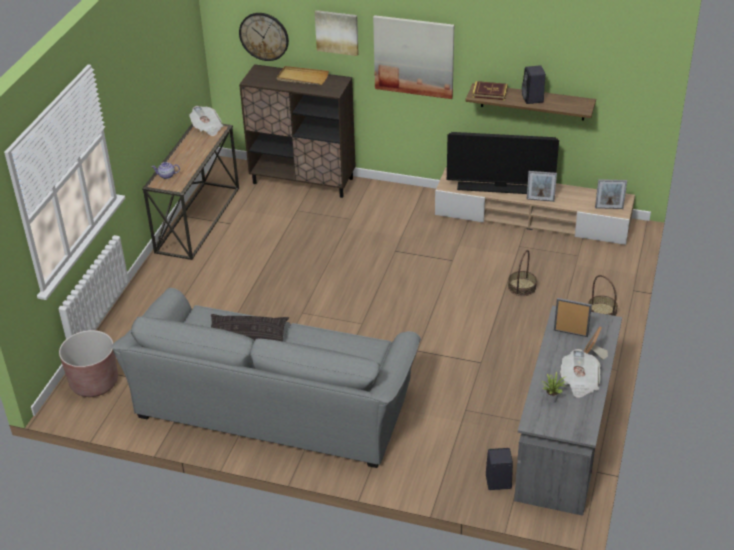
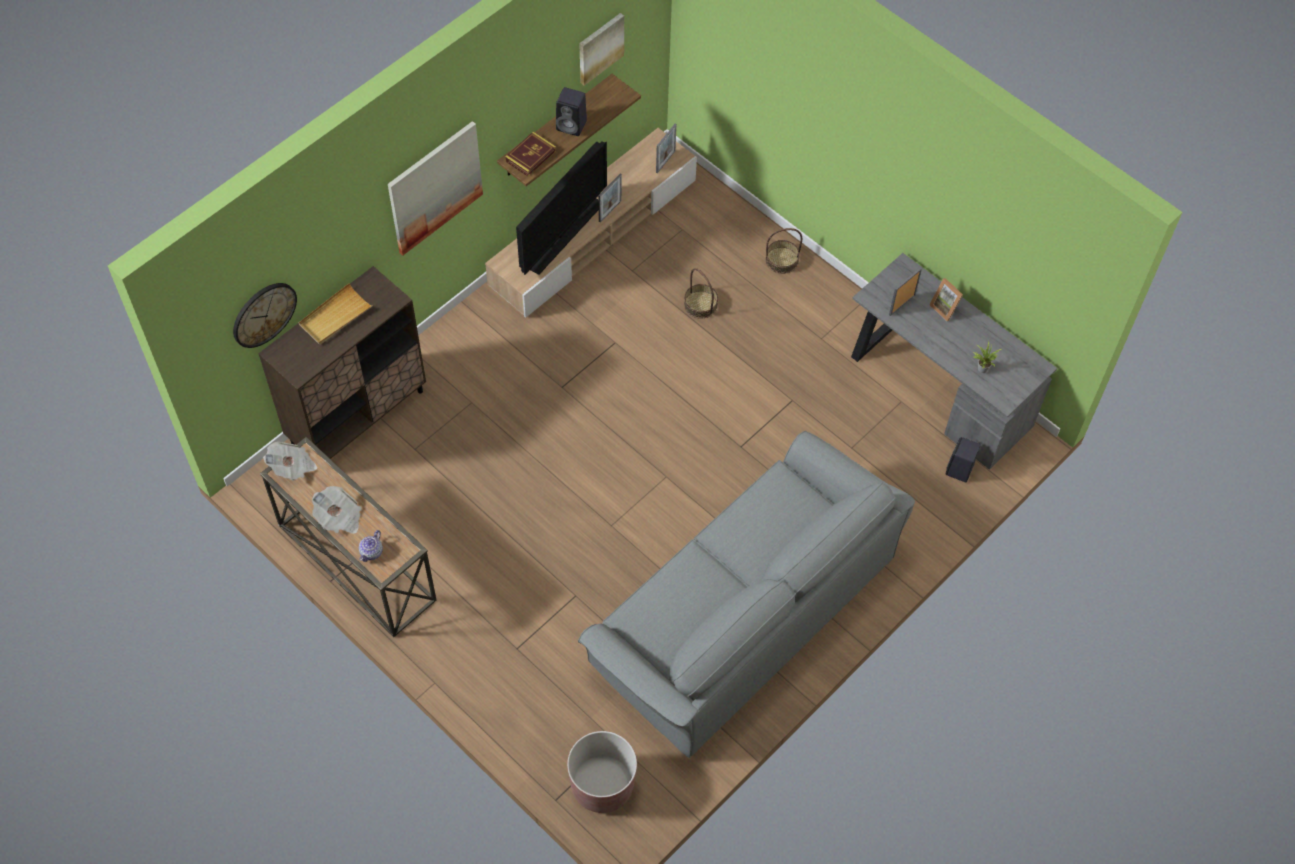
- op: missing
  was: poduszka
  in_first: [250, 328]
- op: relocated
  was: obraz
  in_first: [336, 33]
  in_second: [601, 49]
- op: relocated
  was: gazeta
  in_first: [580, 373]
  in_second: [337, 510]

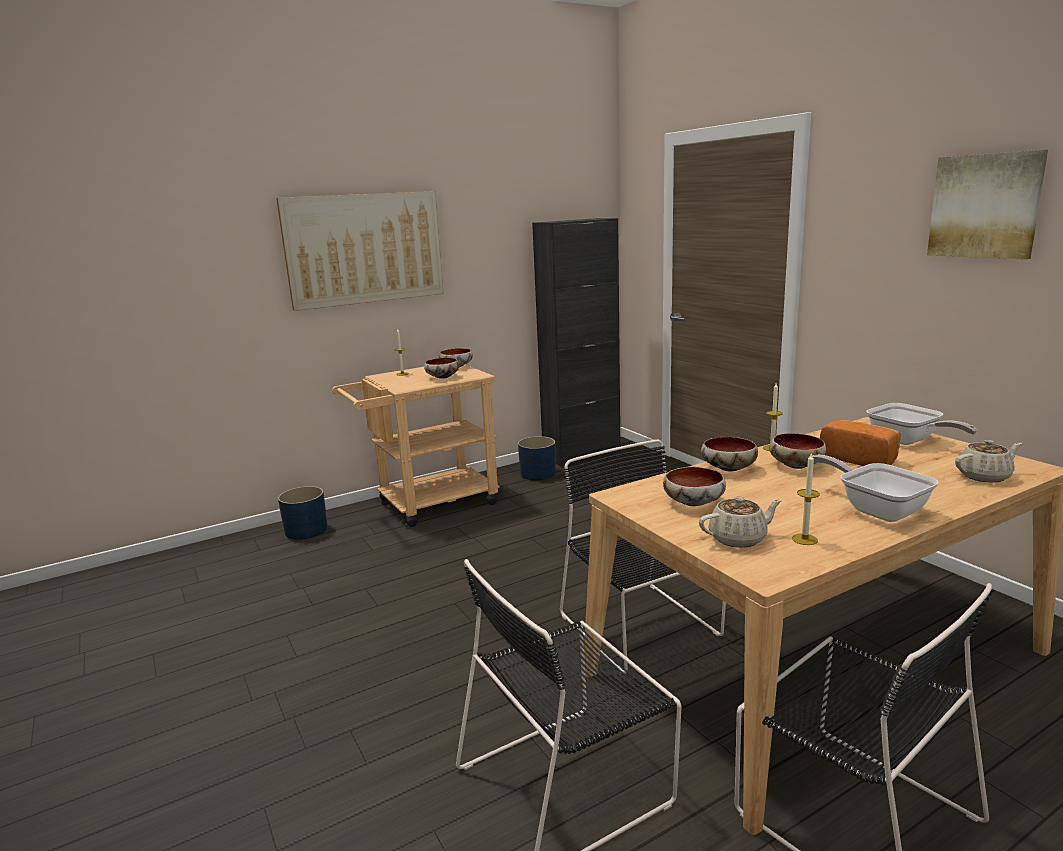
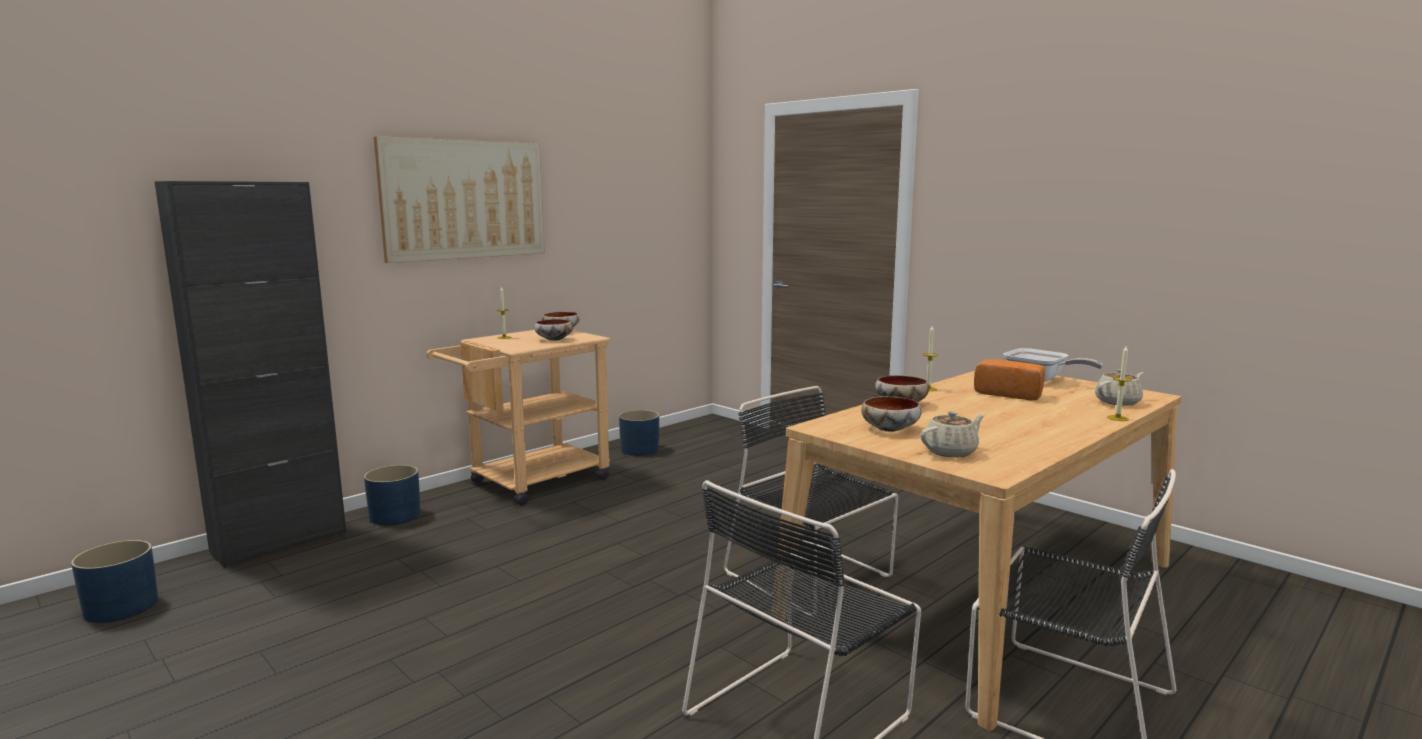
- op: missing
  was: miska
  in_first: [797, 451]
- op: missing
  was: patelnia
  in_first: [875, 488]
- op: missing
  was: obraz
  in_first: [987, 205]
- op: appeared
  now: donica/niebieski
  in_second: [114, 581]
- op: relocated
  was: szafka/czarny
  in_first: [576, 342]
  in_second: [250, 374]
- op: relocated
  was: świeca
  in_first: [806, 499]
  in_second: [1119, 383]

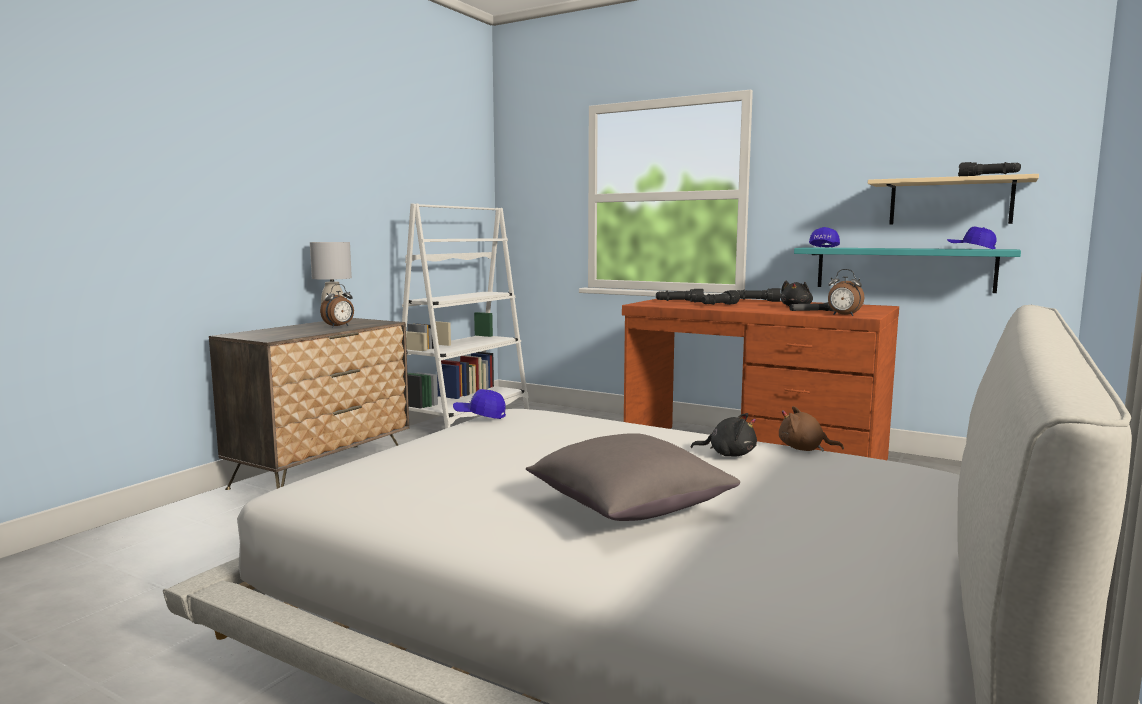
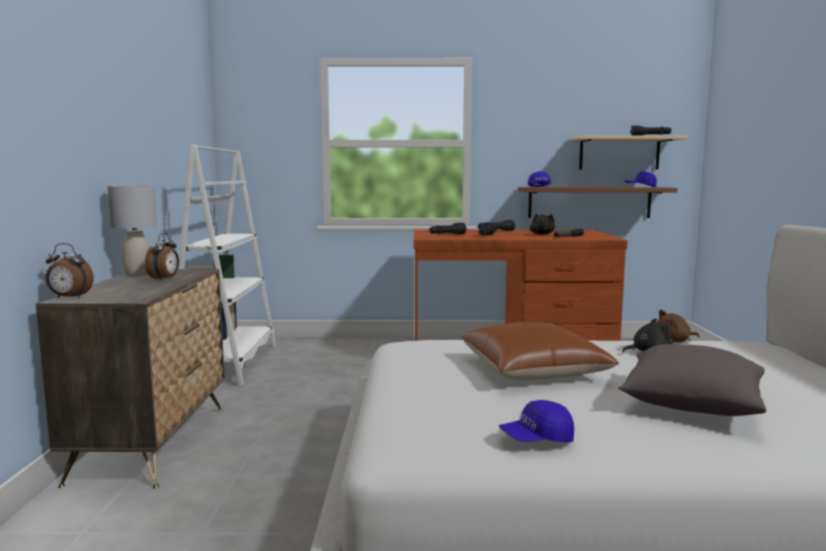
- op: appeared
  now: poduszka/brązowy
  in_second: [540, 351]
- op: relocated
  was: czapka z daszkiem/niebieski
  in_first: [479, 404]
  in_second: [536, 421]
- op: relocated
  was: budzik
  in_first: [846, 292]
  in_second: [70, 270]
- op: colour
  was: półka/turkusowy
  now: półka/brązowy
  in_first: [907, 270]
  in_second: [597, 202]

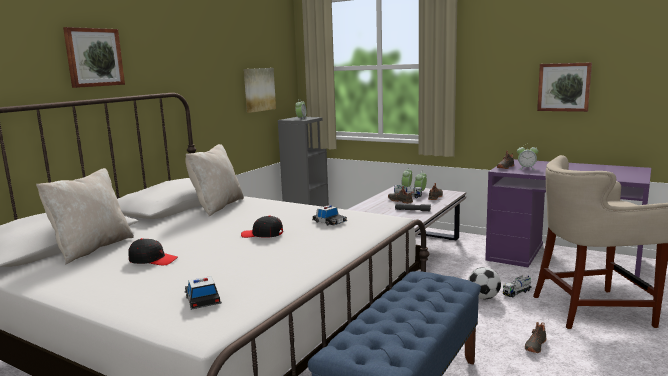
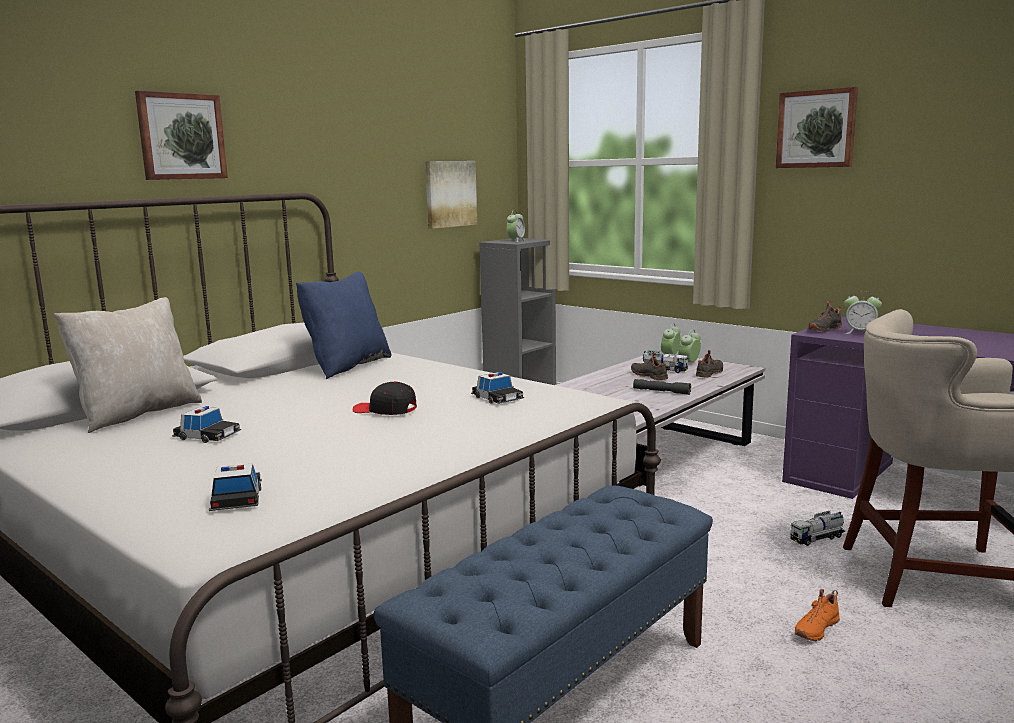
- op: missing
  was: piłka futbolowa
  in_first: [484, 283]
- op: relocated
  was: obraz
  in_first: [564, 87]
  in_second: [817, 127]
- op: exchanged
  was: czapka z daszkiem/czarny
  now: samochodzik
  in_first: [153, 251]
  in_second: [206, 424]
- op: colour
  was: poduszka/beżowy
  now: poduszka/niebieski
  in_first: [214, 180]
  in_second: [343, 325]
- op: colour
  was: but/czarny
  now: but/pomarańczowy
  in_first: [536, 337]
  in_second: [817, 615]

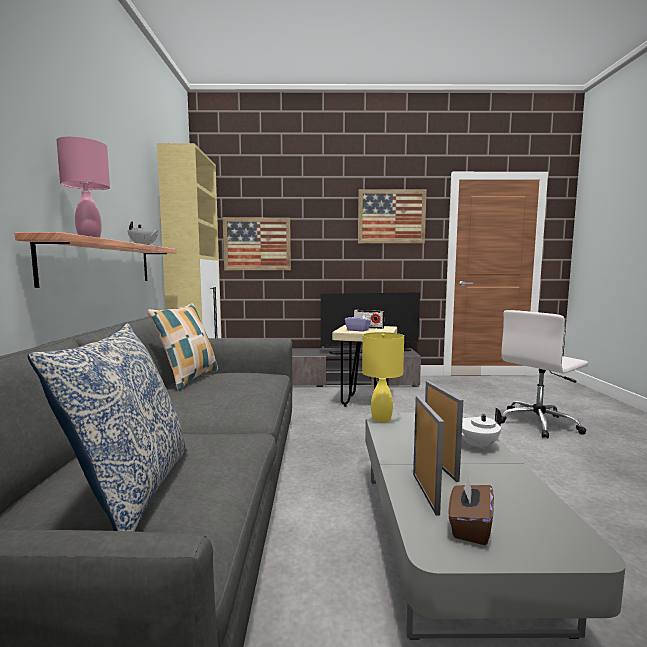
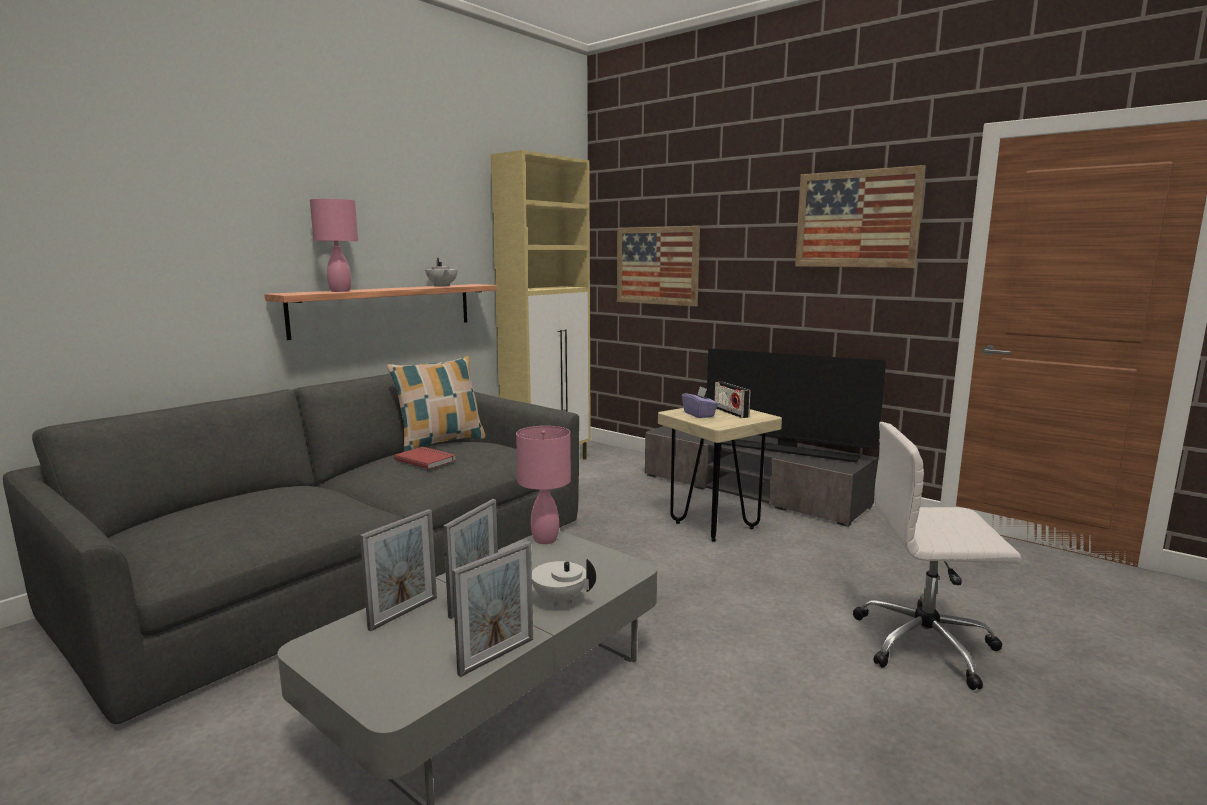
- op: missing
  was: poduszka
  in_first: [107, 427]
- op: missing
  was: pudełko chusteczek/brązowy
  in_first: [471, 510]
- op: appeared
  now: książka/czerwony
  in_second: [425, 458]
- op: appeared
  now: ramka na zdjęcie
  in_second: [492, 609]
- op: colour
  was: lampa stołowa/żółty
  now: lampa stołowa/różowy
  in_first: [383, 377]
  in_second: [543, 485]

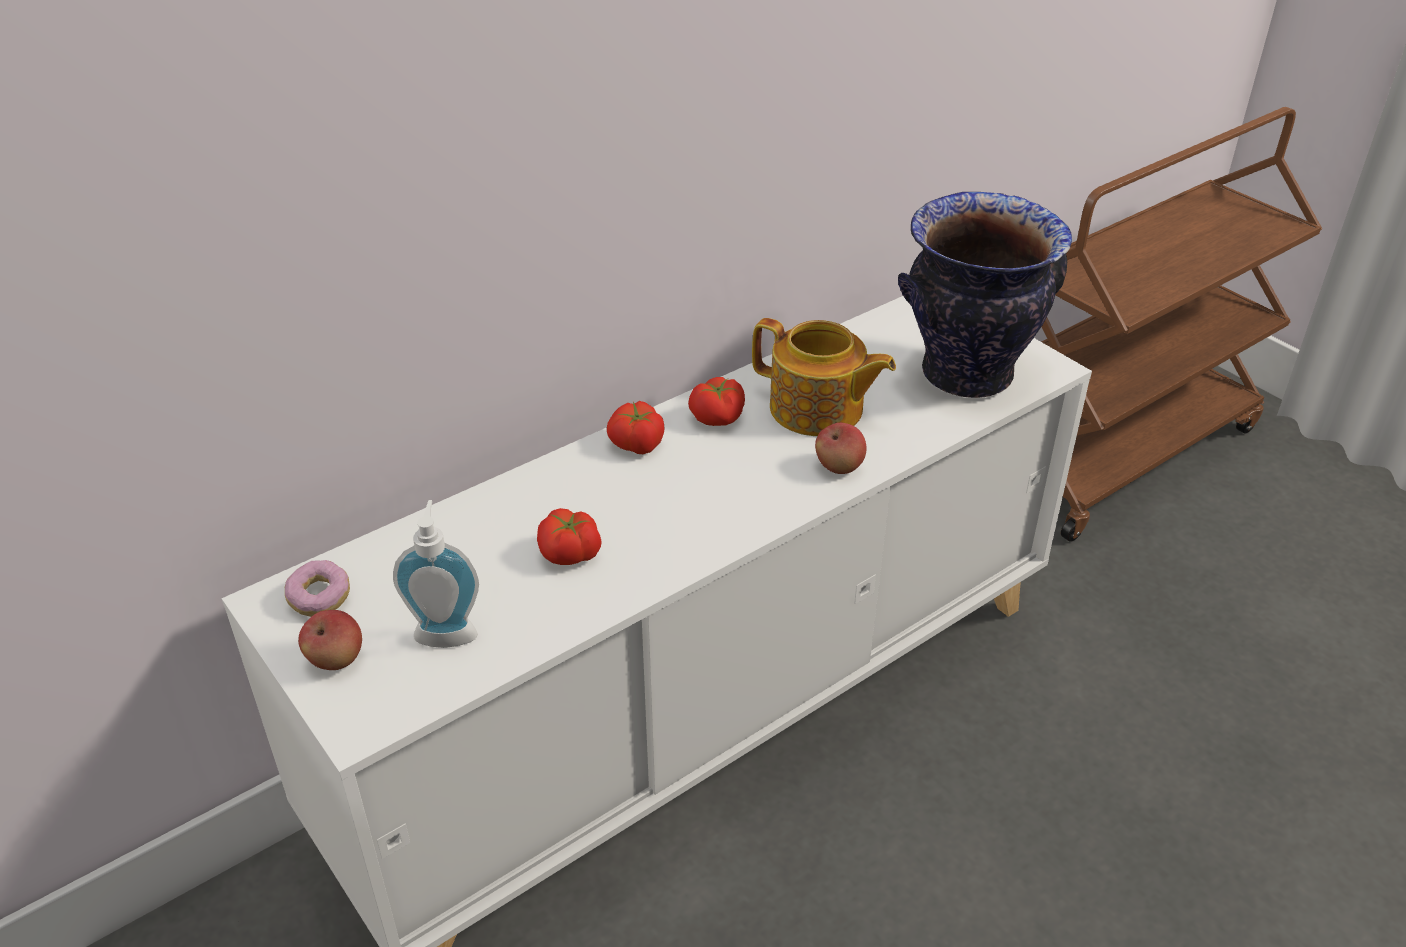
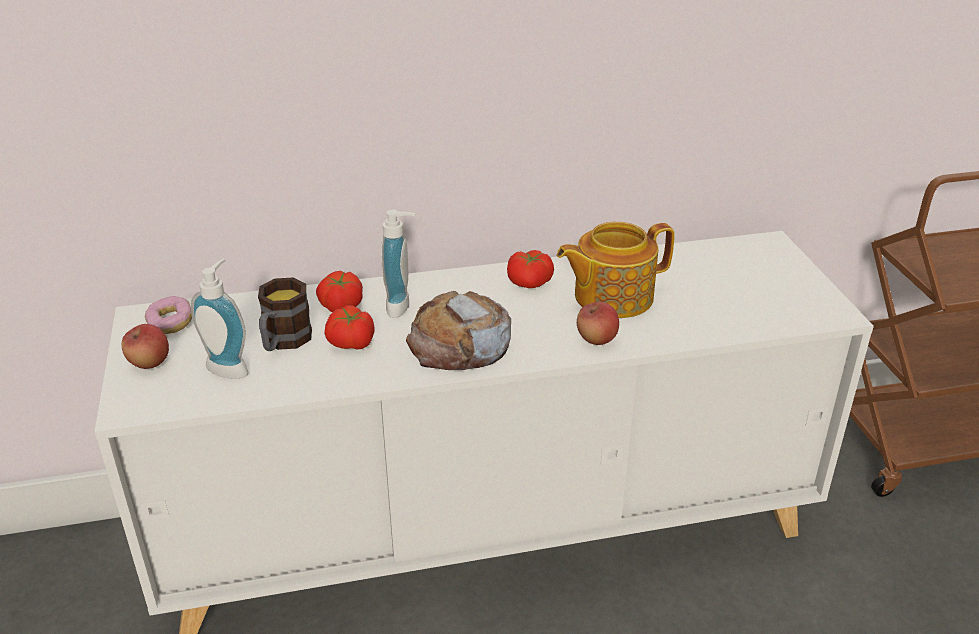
- op: missing
  was: wazon
  in_first: [985, 295]
- op: appeared
  now: kubek
  in_second: [285, 314]
- op: appeared
  now: dozownik mydła
  in_second: [398, 264]
- op: appeared
  now: chleb
  in_second: [458, 330]
- op: relocated
  was: pomidor
  in_first: [636, 427]
  in_second: [339, 291]
- op: spun
  was: imbryk
  in_first: [824, 377]
  in_second: [616, 270]
  clockwise: 105

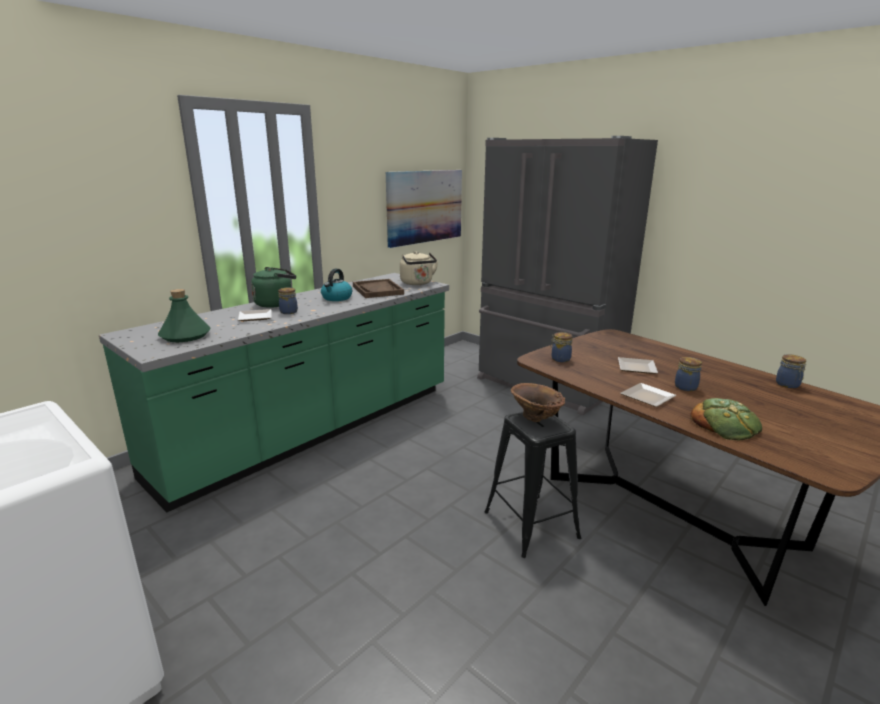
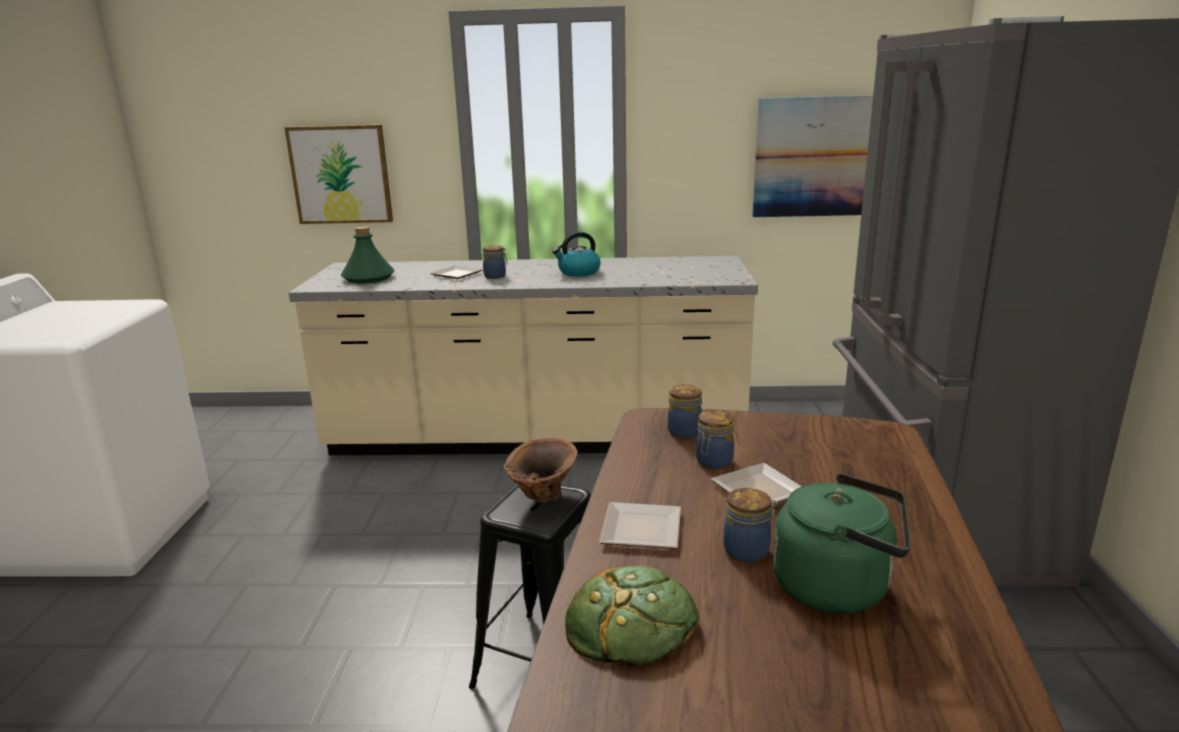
- op: missing
  was: taca/brązowy
  in_first: [378, 288]
- op: missing
  was: czajnik/beżowy
  in_first: [419, 268]
- op: appeared
  now: obraz
  in_second: [338, 174]
- op: relocated
  was: czajnik/zielony
  in_first: [273, 287]
  in_second: [842, 543]
- op: relocated
  was: słoik
  in_first: [791, 371]
  in_second: [715, 439]
- op: colour
  was: zabudowa kuchenna/zielony
  now: zabudowa kuchenna/beżowy
  in_first: [274, 393]
  in_second: [523, 355]

